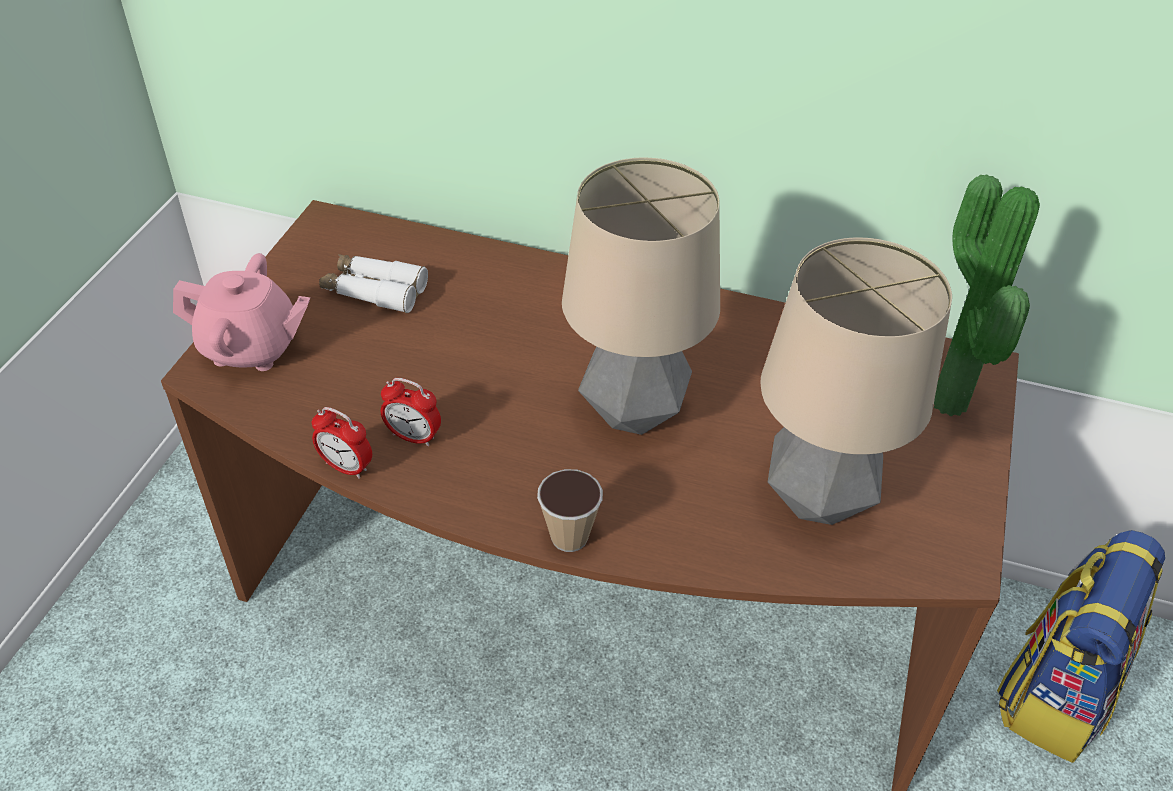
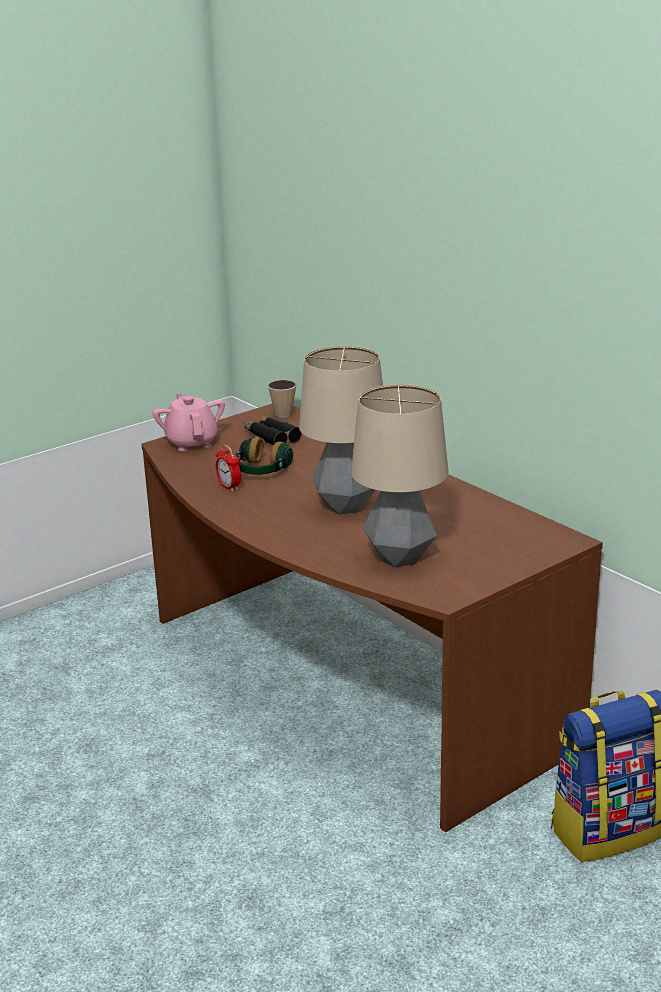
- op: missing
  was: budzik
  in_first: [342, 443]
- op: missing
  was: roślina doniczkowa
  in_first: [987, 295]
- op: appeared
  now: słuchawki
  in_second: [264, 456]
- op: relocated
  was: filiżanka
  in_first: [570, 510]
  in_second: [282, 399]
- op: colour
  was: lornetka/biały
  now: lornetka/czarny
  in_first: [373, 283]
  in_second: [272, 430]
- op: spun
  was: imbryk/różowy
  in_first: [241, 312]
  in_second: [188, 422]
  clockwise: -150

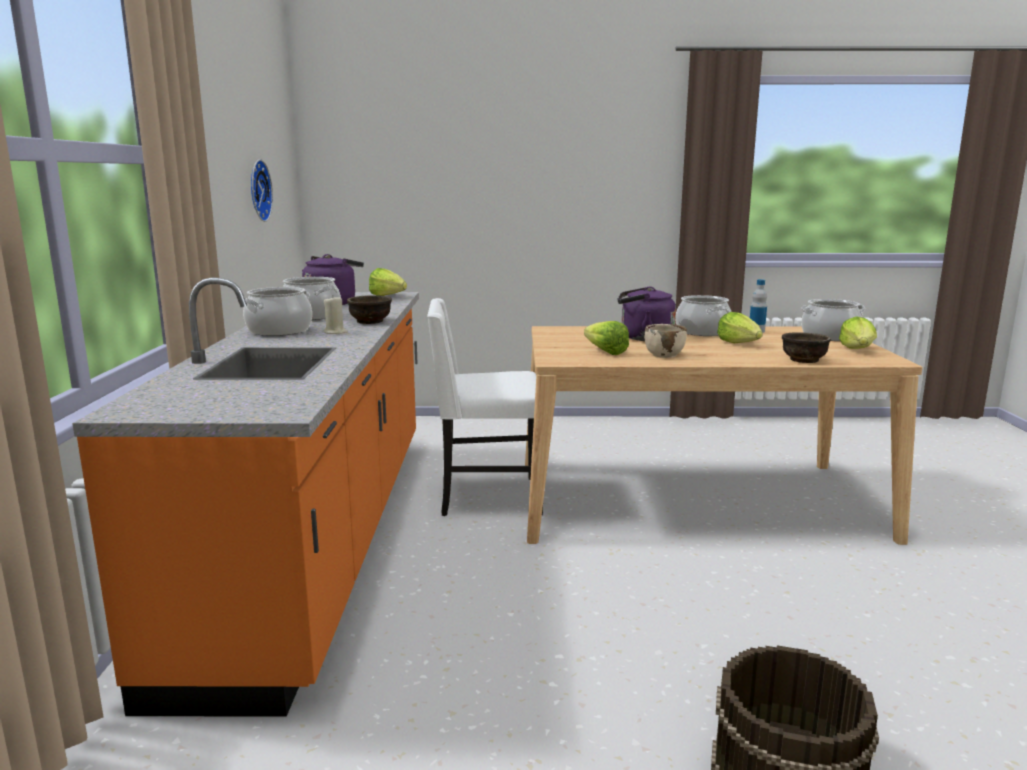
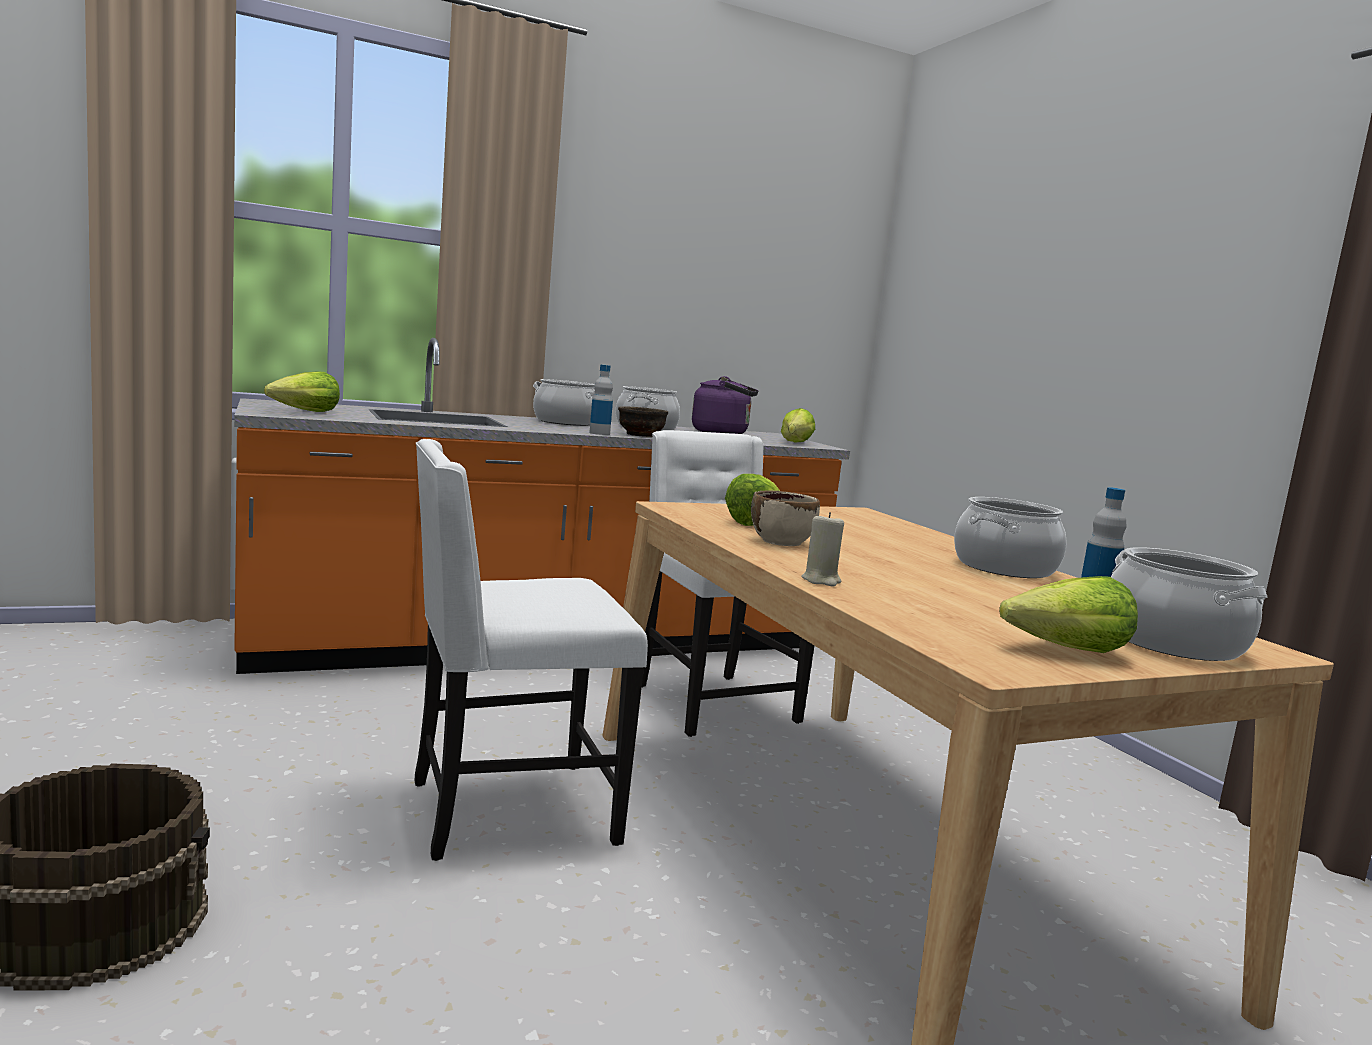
- op: missing
  was: zegar ścienny
  in_first: [262, 190]
- op: missing
  was: czajnik/fioletowy
  in_first: [647, 314]
- op: missing
  was: miska/brązowy
  in_first: [806, 347]
- op: appeared
  now: krzesło/biały
  in_second: [531, 650]
- op: appeared
  now: butelka
  in_second: [601, 399]
- op: relocated
  was: świeca/beżowy
  in_first: [336, 315]
  in_second: [822, 549]
- op: relocated
  was: sałata
  in_first: [740, 327]
  in_second: [302, 391]

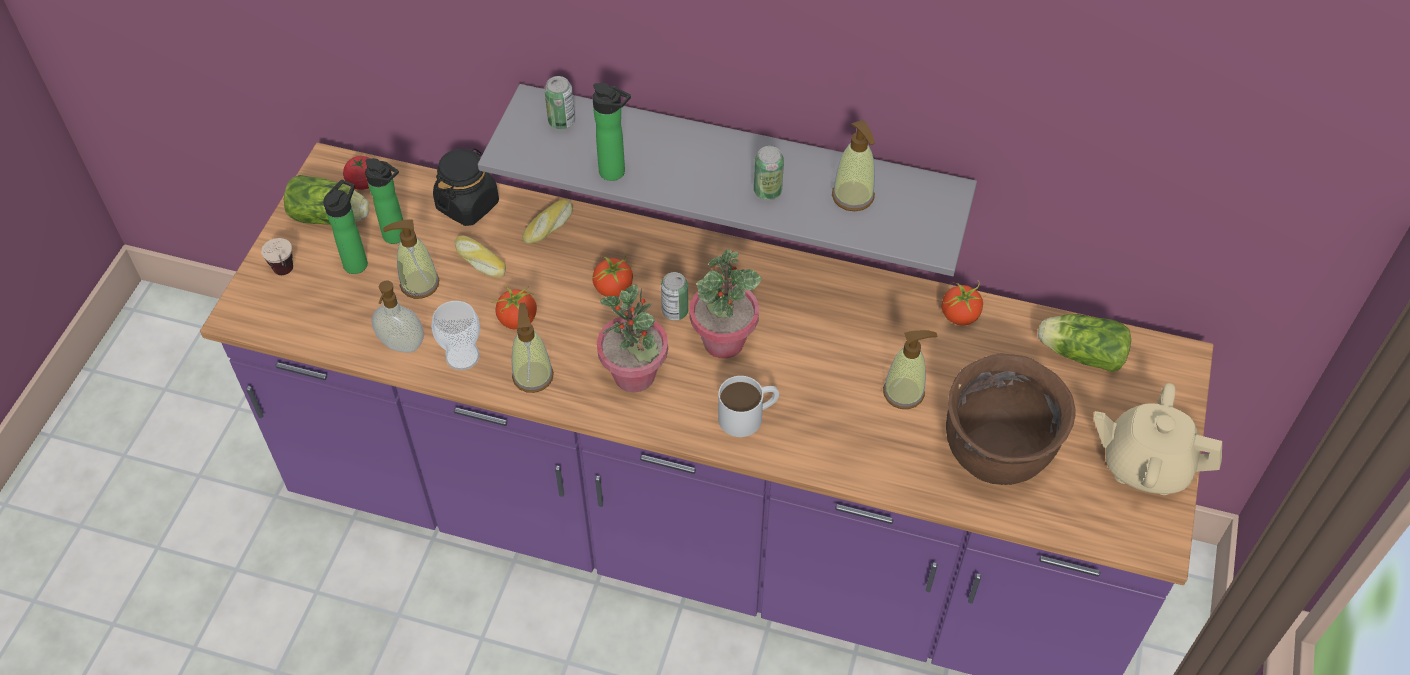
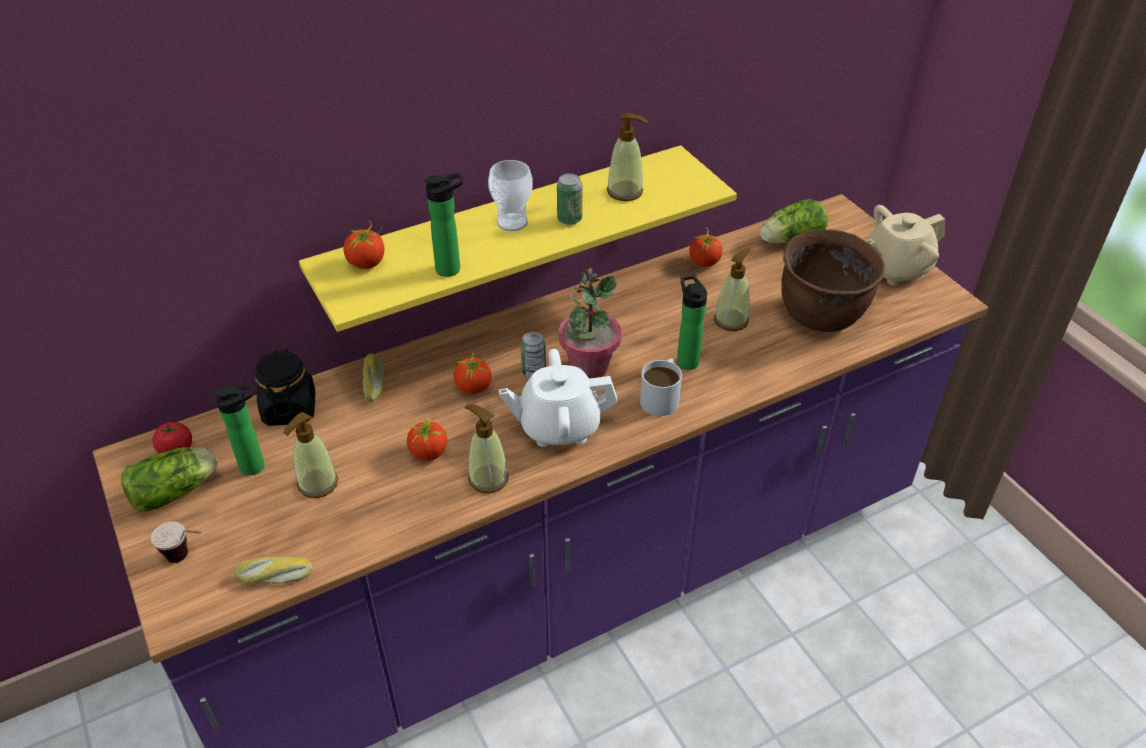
- op: missing
  was: dozownik mydła
  in_first: [397, 317]
- op: relocated
  was: butelka
  in_first: [345, 227]
  in_second: [692, 322]
- op: relocated
  was: filiżanka
  in_first: [455, 335]
  in_second: [510, 195]
- op: relocated
  was: chleb
  in_first: [480, 257]
  in_second: [274, 570]
- op: exchanged
  was: puszka
  now: pomidor
  in_first: [559, 102]
  in_second: [363, 245]
- op: exchanged
  was: roślina doniczkowa
  now: imbryk/biały
  in_first: [632, 339]
  in_second: [558, 398]
- op: colour
  was: półka/szary
  now: półka/żółty
  in_first: [727, 180]
  in_second: [518, 238]

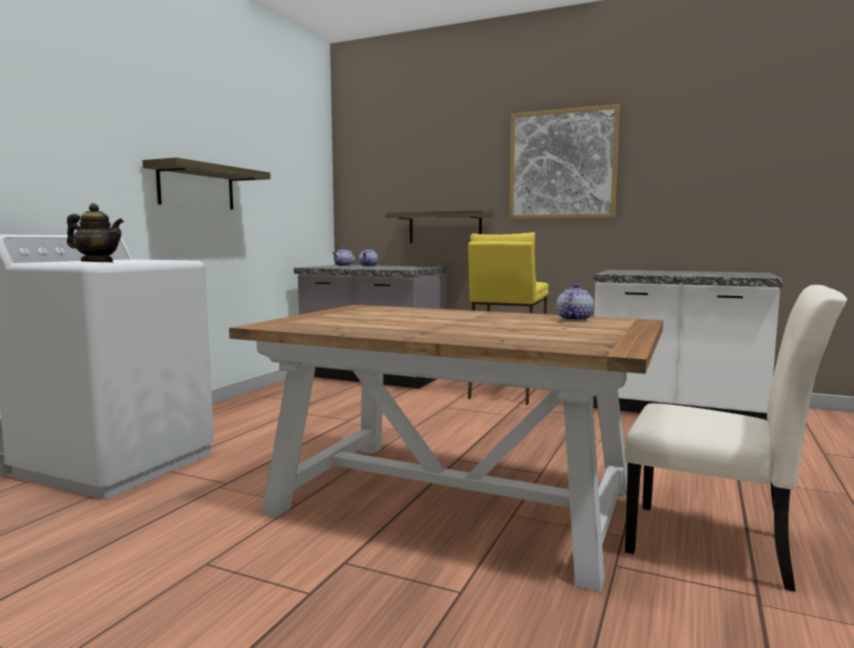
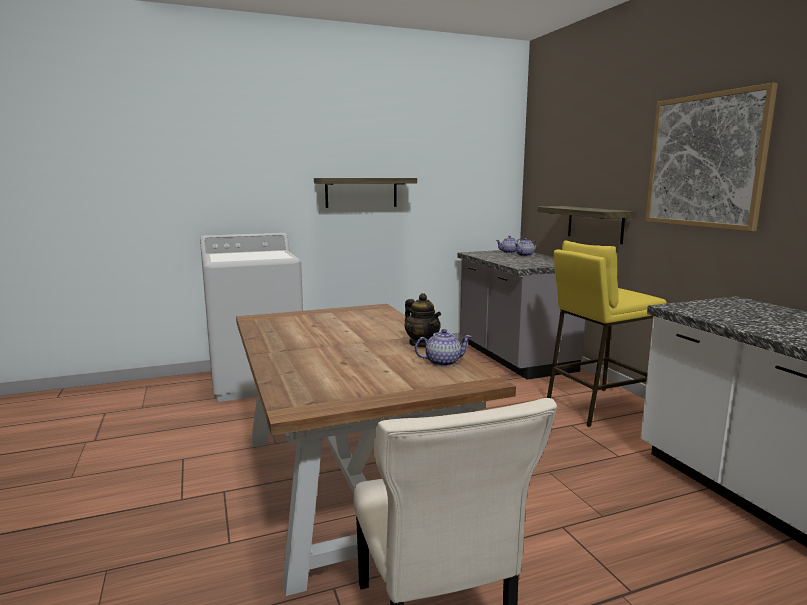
- op: relocated
  was: imbryk
  in_first: [95, 232]
  in_second: [423, 320]

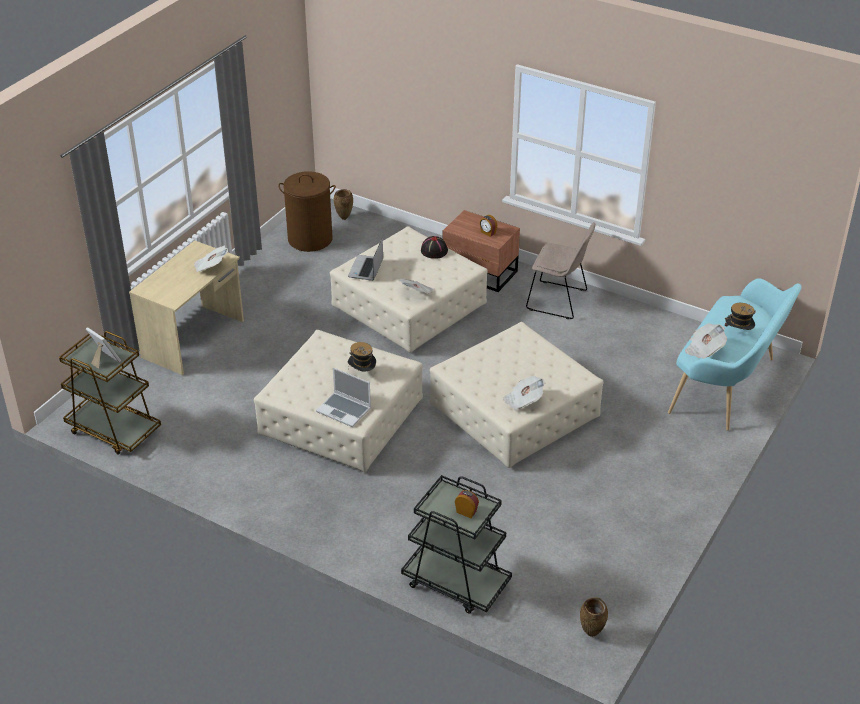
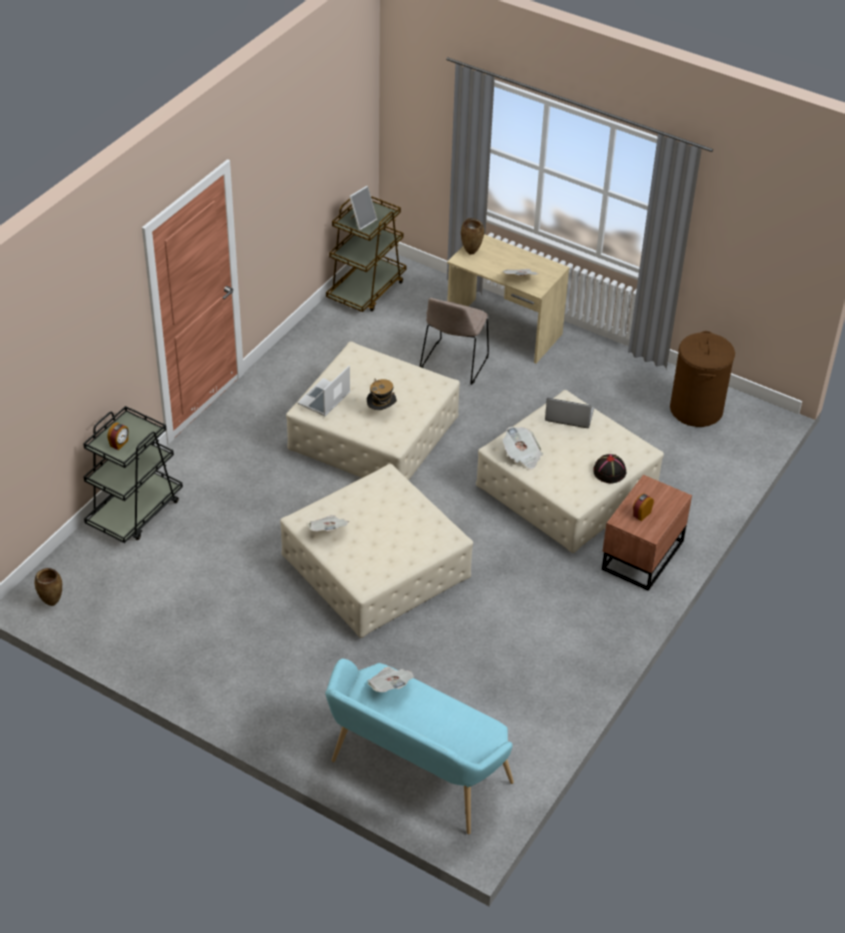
- op: missing
  was: kapelusz
  in_first: [740, 316]
- op: relocated
  was: wazon/brązowy
  in_first: [343, 204]
  in_second: [472, 236]
- op: relocated
  was: krzesło/beżowy
  in_first: [560, 270]
  in_second: [454, 341]

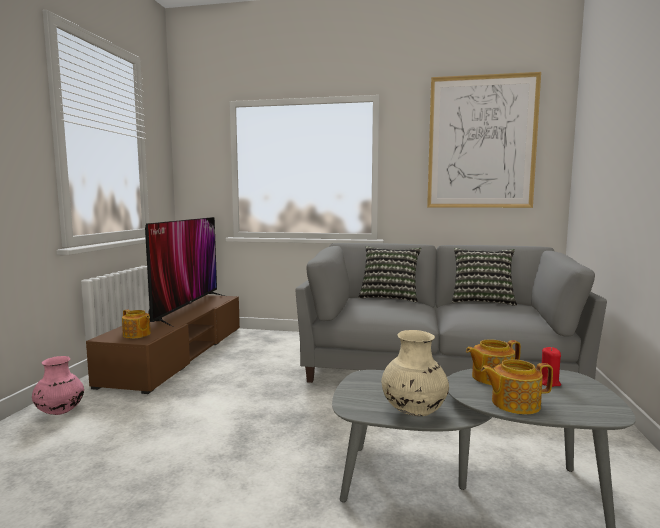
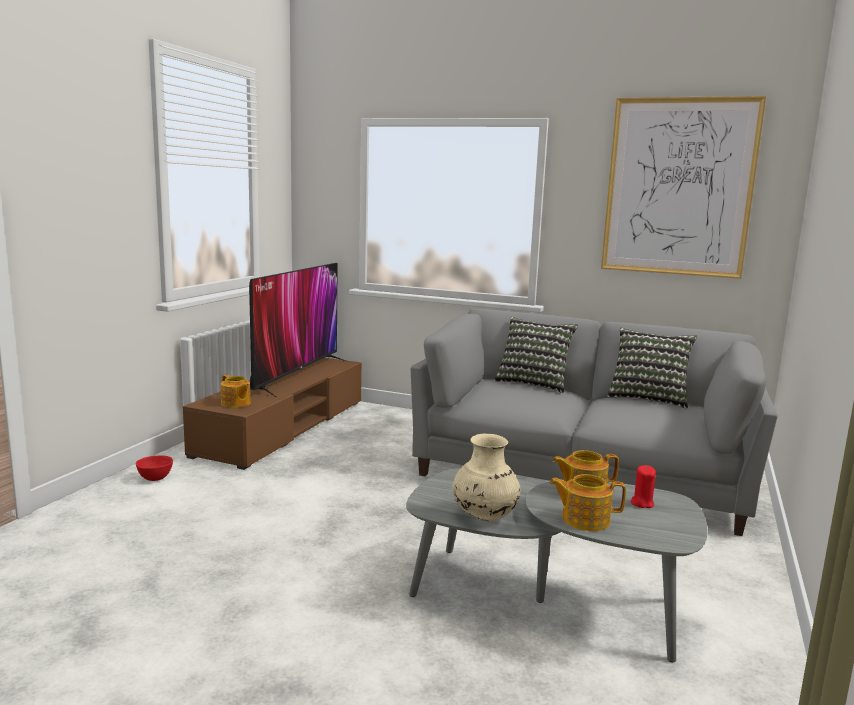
- op: exchanged
  was: wazon/różowy
  now: miska/czerwony
  in_first: [58, 385]
  in_second: [154, 468]

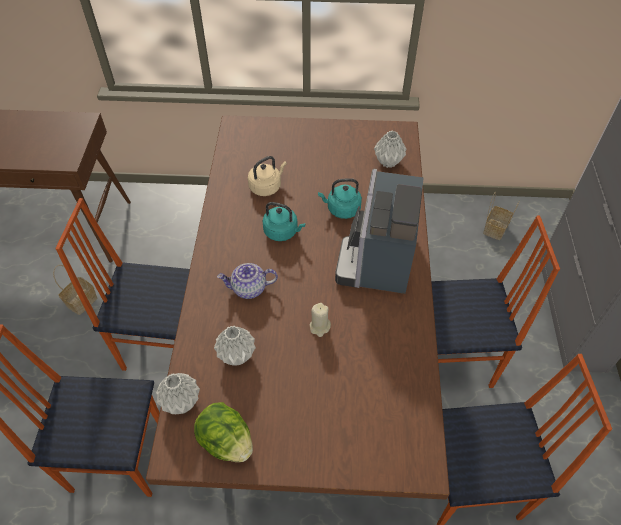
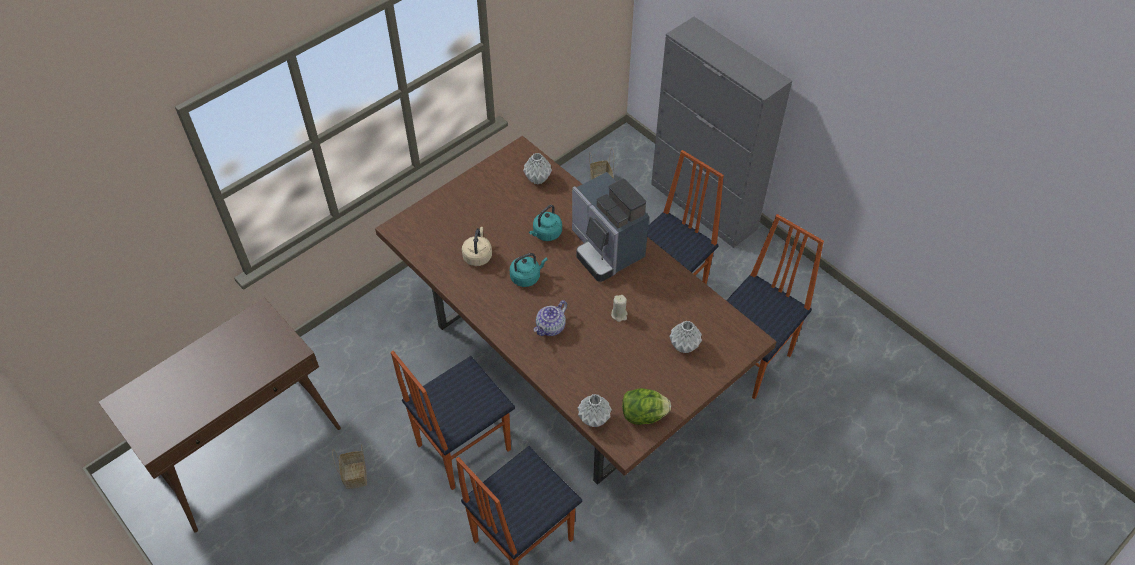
- op: relocated
  was: wazon/szary
  in_first: [235, 346]
  in_second: [685, 337]

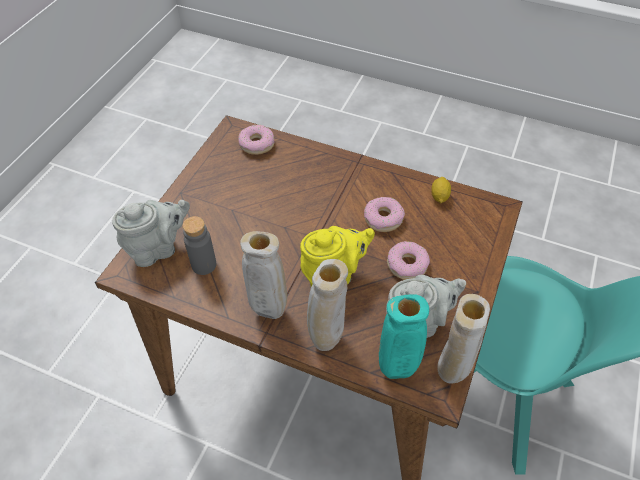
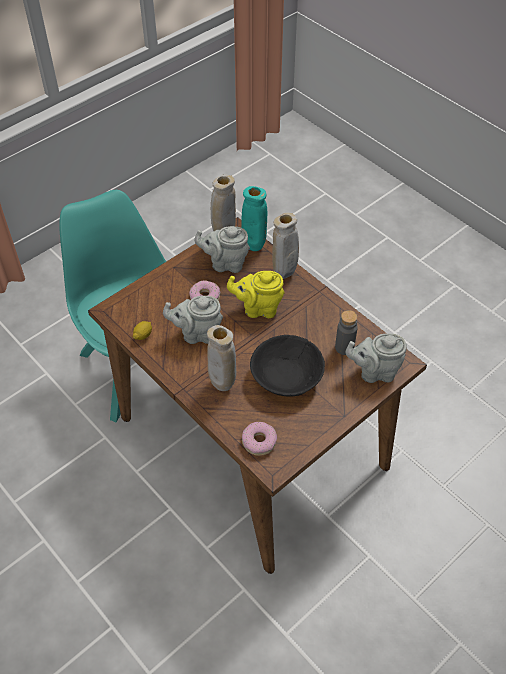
- op: appeared
  now: miska/czarny
  in_second: [287, 366]
- op: relocated
  was: wazon/beżowy
  in_first: [263, 275]
  in_second: [221, 358]
- op: exchanged
  was: donut
  now: imbryk/szary
  in_first: [384, 214]
  in_second: [193, 320]

